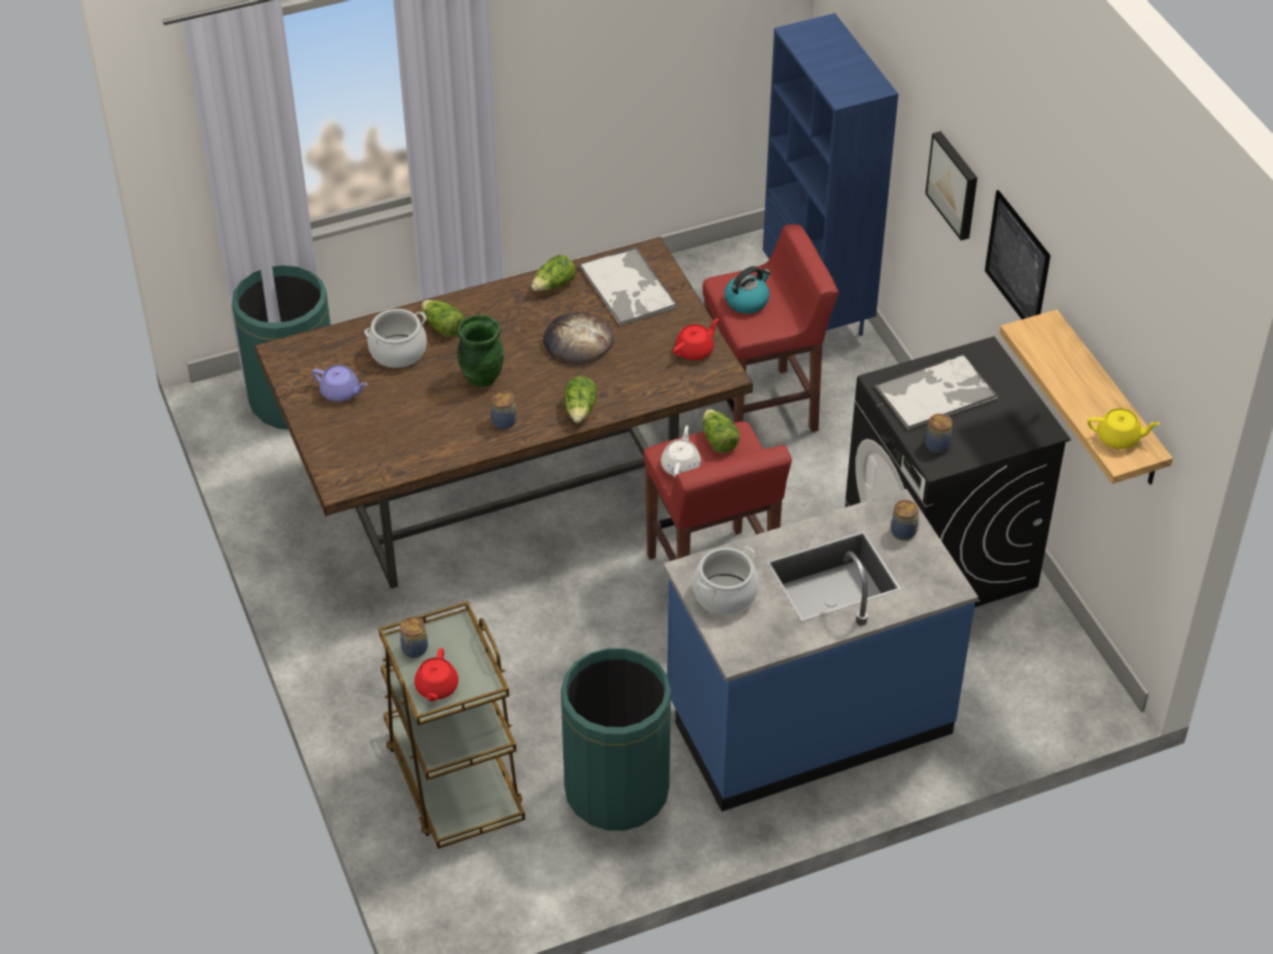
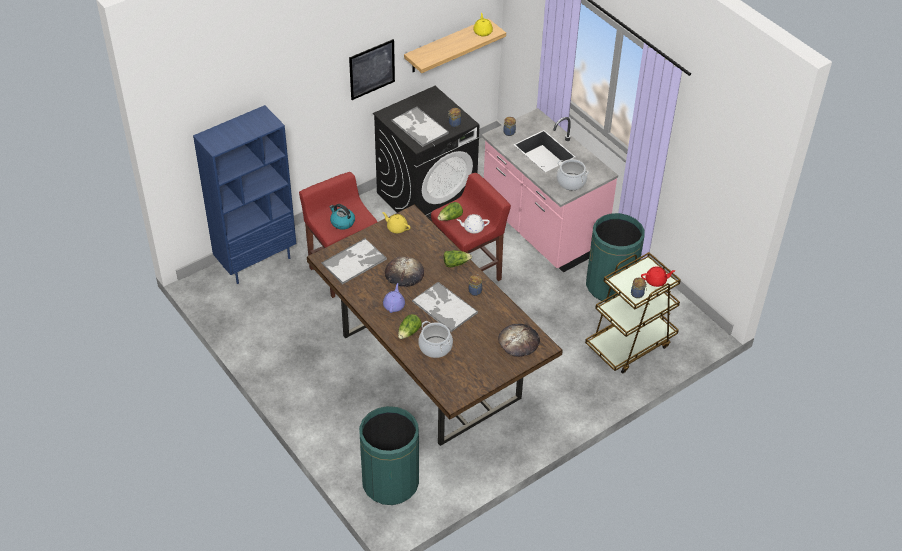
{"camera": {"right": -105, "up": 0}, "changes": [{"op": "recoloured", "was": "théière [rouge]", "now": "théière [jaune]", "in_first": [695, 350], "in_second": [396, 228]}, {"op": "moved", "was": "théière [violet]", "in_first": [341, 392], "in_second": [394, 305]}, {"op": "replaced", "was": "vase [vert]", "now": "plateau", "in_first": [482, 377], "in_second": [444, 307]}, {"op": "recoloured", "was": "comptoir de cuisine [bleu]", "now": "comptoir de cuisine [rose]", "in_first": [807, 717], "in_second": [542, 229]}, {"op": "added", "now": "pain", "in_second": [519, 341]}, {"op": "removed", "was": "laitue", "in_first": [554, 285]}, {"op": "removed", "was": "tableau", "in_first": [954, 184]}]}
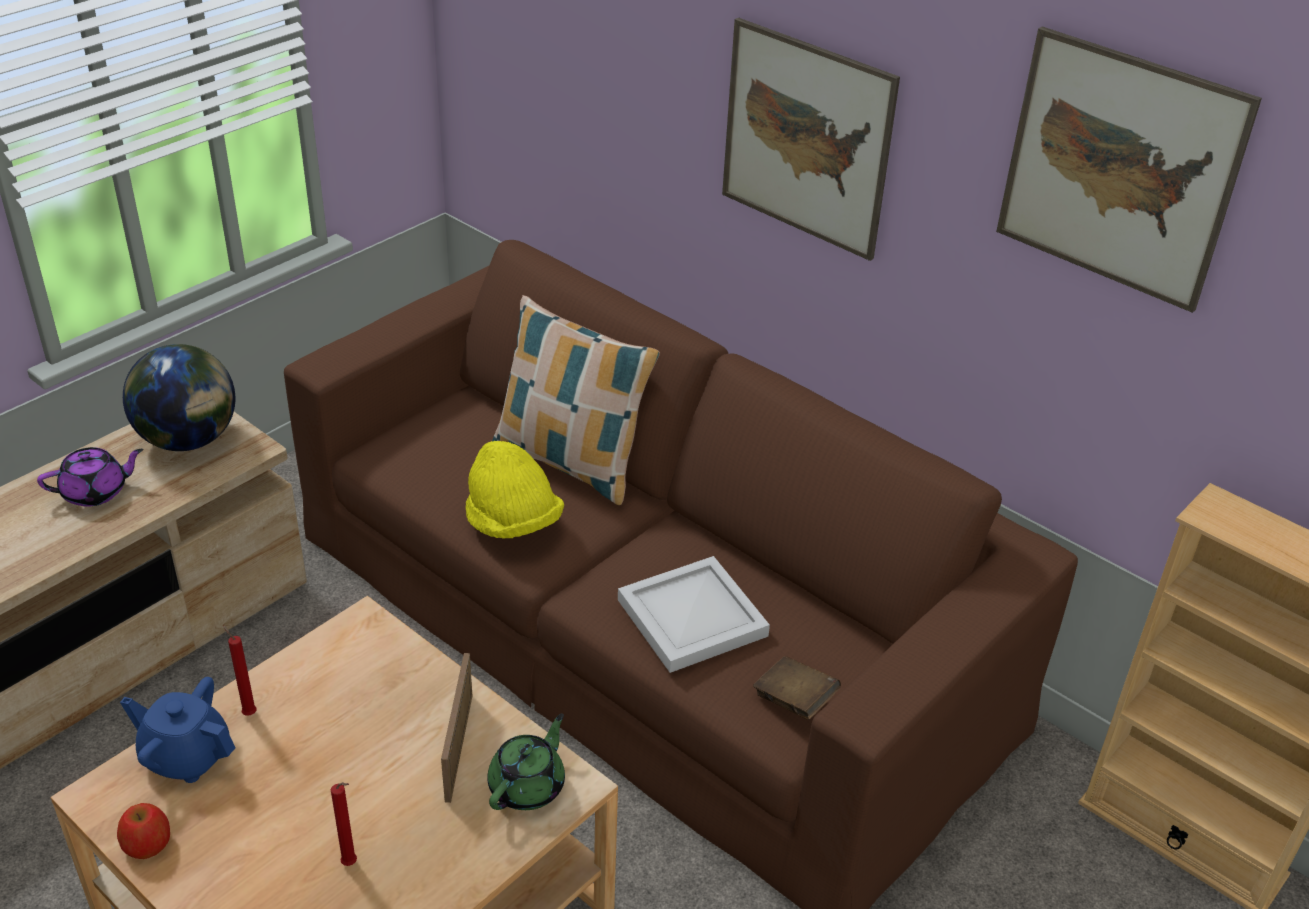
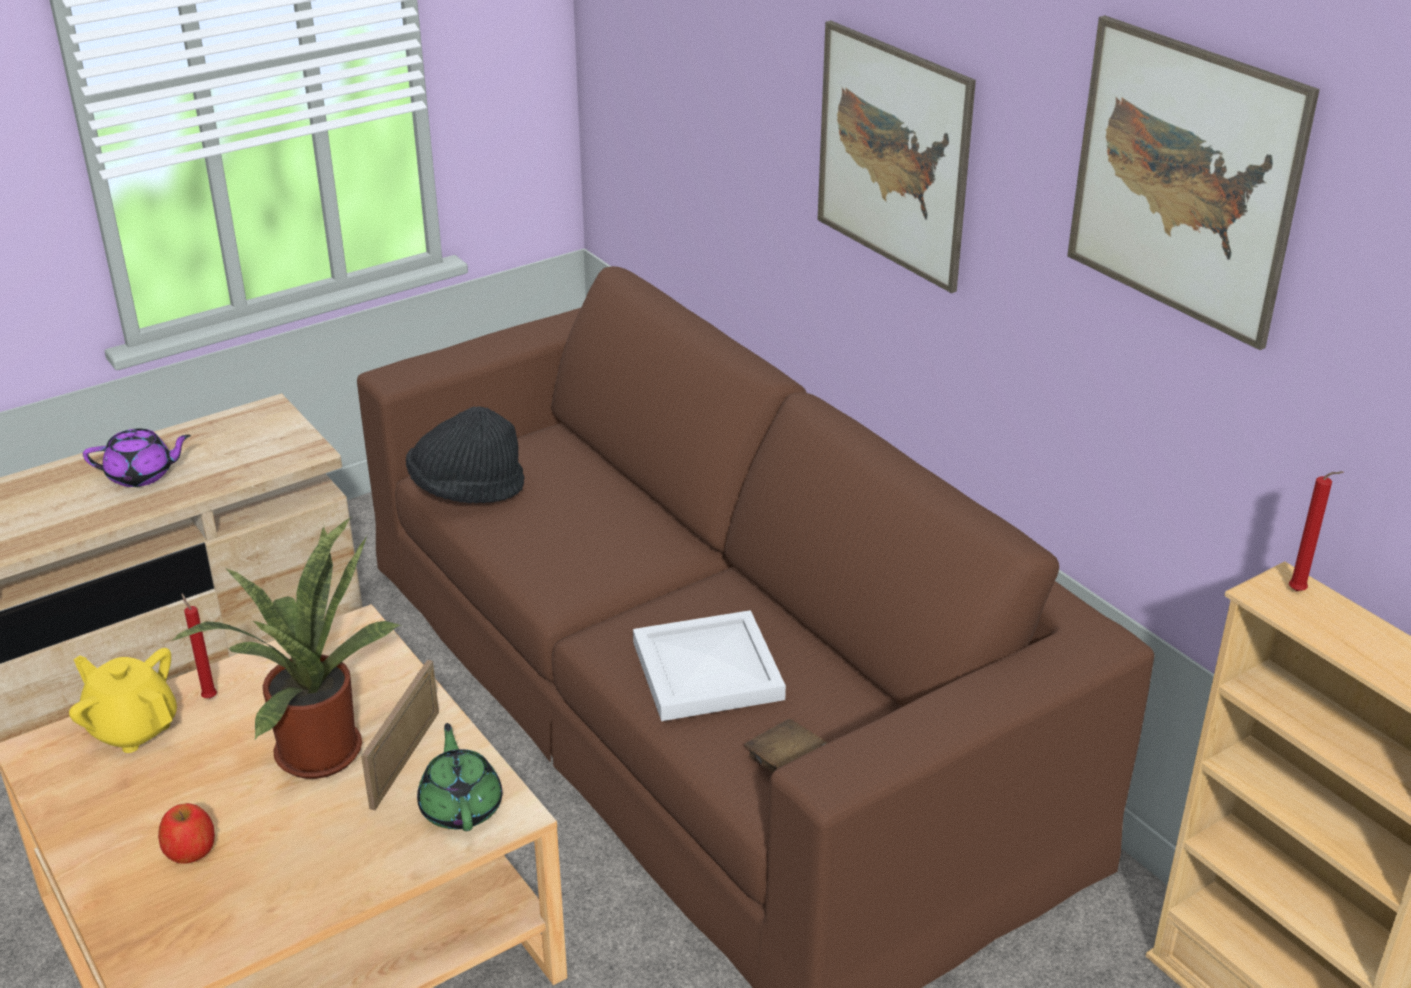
{"camera": {"right": 15, "up": -5}, "changes": [{"op": "recoloured", "was": "théière [bleu]", "now": "théière [jaune]", "in_first": [186, 756], "in_second": [133, 728]}, {"op": "moved", "was": "pomme", "in_first": [147, 843], "in_second": [190, 849]}, {"op": "added", "now": "plante en pot", "in_second": [314, 748]}, {"op": "added", "now": "chapeau [noir]", "in_second": [466, 489]}, {"op": "turned", "was": "théière [vert]", "in_first": [528, 786], "in_second": [461, 806], "clockwise": -60}, {"op": "moved", "was": "bougie [rouge]", "in_first": [351, 864], "in_second": [1299, 592]}, {"op": "removed", "was": "globe", "in_first": [189, 439]}, {"op": "removed", "was": "chapeau [jaune]", "in_first": [512, 522]}, {"op": "removed", "was": "coussin", "in_first": [570, 462]}]}
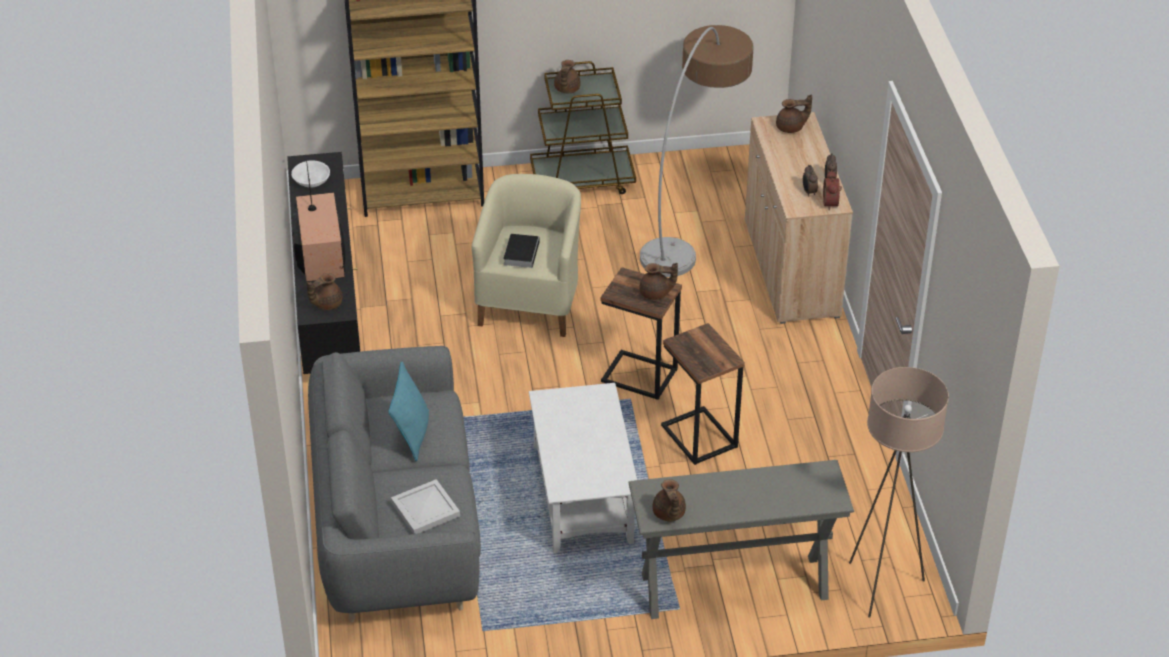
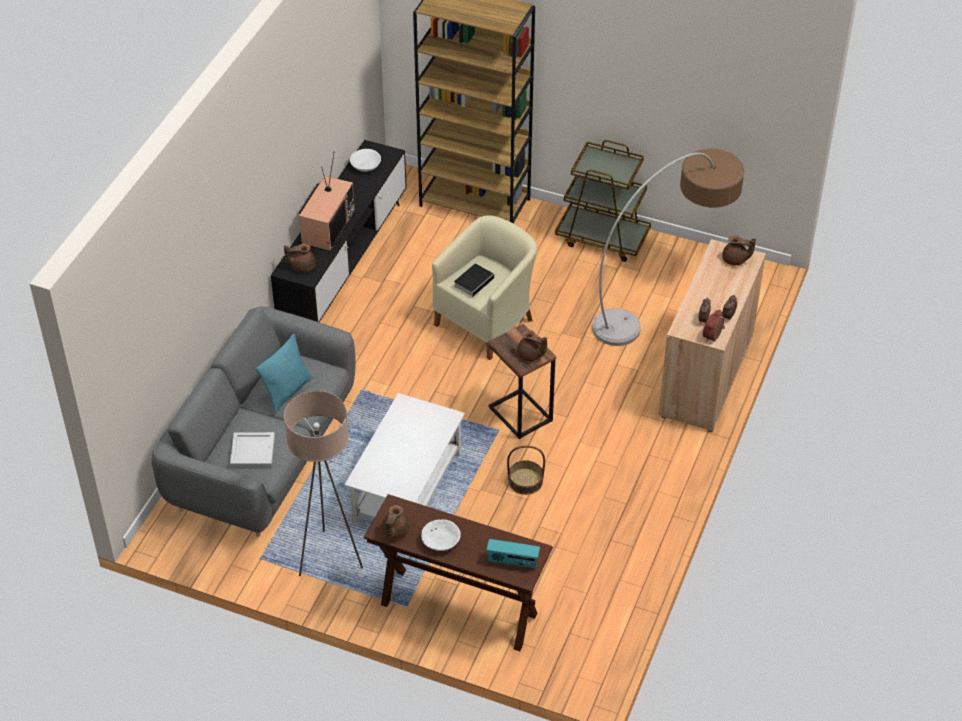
{"camera": {"right": 30, "up": 5}, "changes": [{"op": "moved", "was": "lampadaire [beige]", "in_first": [881, 586], "in_second": [329, 558]}, {"op": "recoloured", "was": "table console [gris]", "now": "table console [marron]", "in_first": [733, 586], "in_second": [458, 608]}, {"op": "added", "now": "bol [blanc]", "in_second": [441, 541]}, {"op": "added", "now": "radio", "in_second": [512, 562]}, {"op": "replaced", "was": "table d'appoint", "now": "panier", "in_first": [698, 437], "in_second": [525, 481]}, {"op": "removed", "was": "théière [marron]", "in_first": [566, 89]}]}
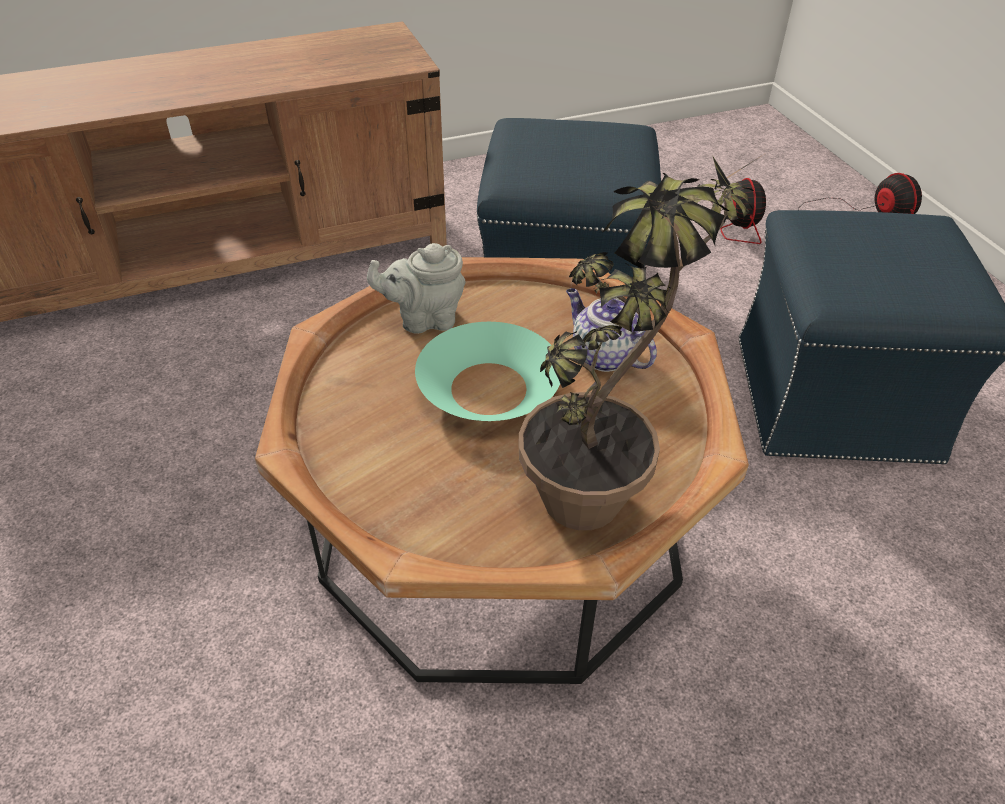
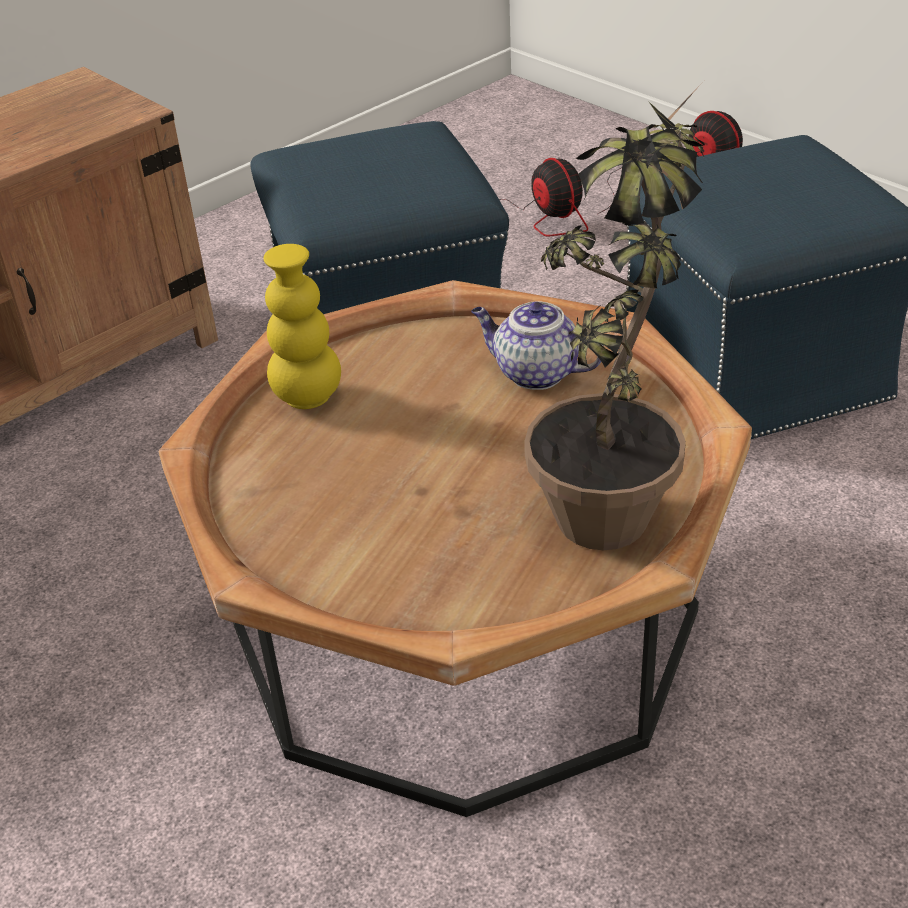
{"camera": {"right": -20, "up": -5}, "changes": [{"op": "replaced", "was": "théière [gris]", "now": "vase [jaune]", "in_first": [424, 319], "in_second": [308, 397]}, {"op": "removed", "was": "bol [turquoise]", "in_first": [488, 387]}]}
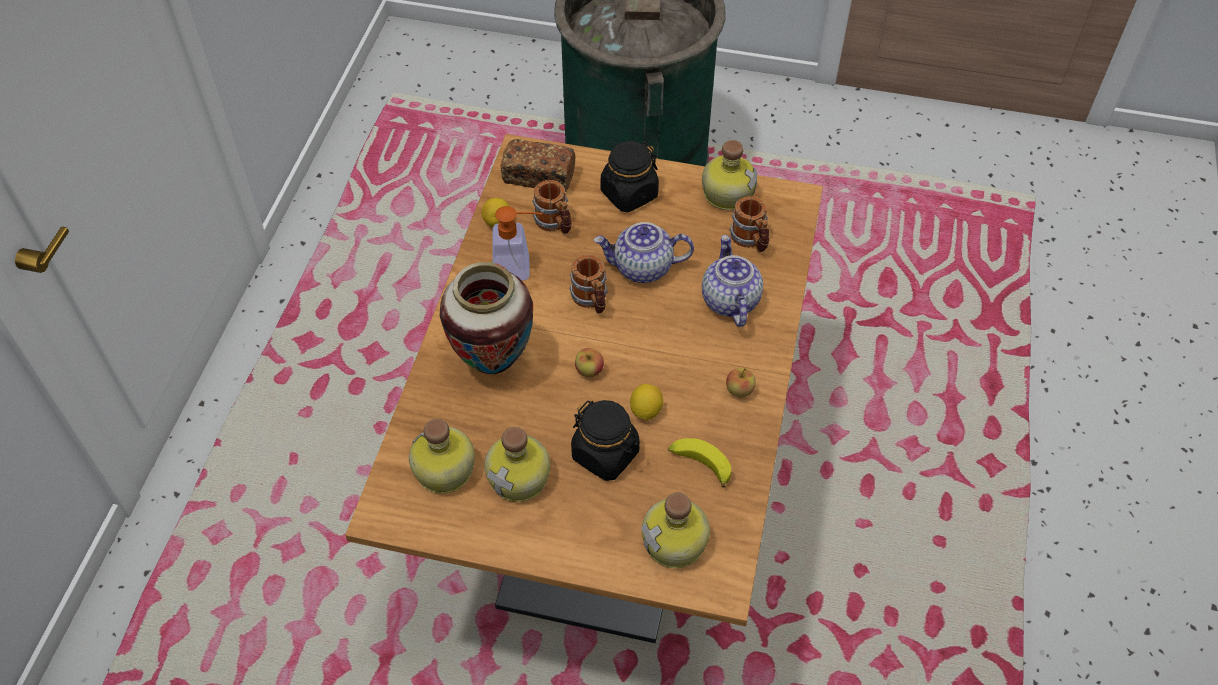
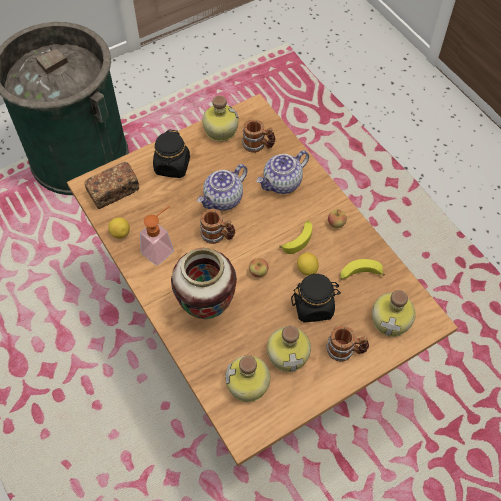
{"camera": {"right": -45, "up": 5}, "changes": [{"op": "turned", "was": "théière", "in_first": [729, 300], "in_second": [282, 183], "clockwise": -75}, {"op": "added", "now": "banane", "in_second": [298, 239]}, {"op": "moved", "was": "mug", "in_first": [555, 224], "in_second": [345, 350]}]}
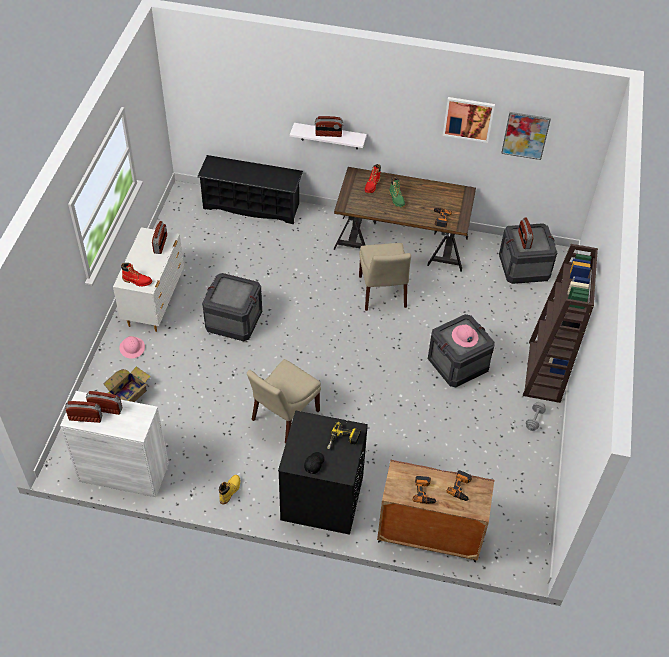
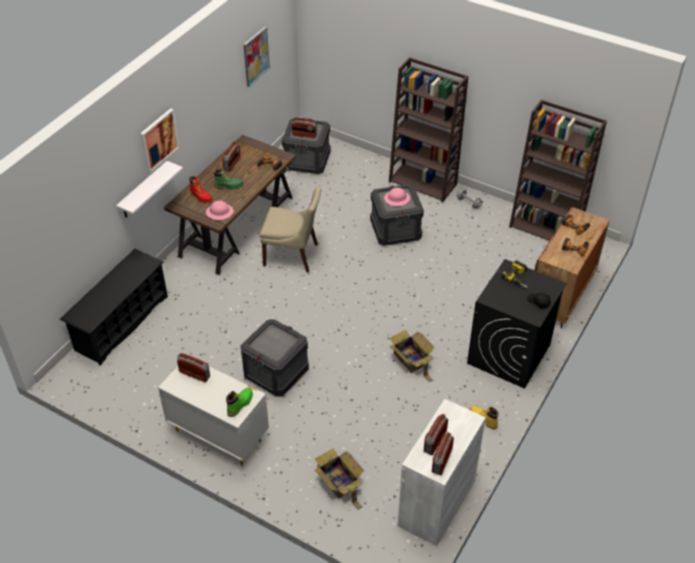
{"camera": {"right": -70, "up": -5}, "changes": [{"op": "moved", "was": "tableau", "in_first": [468, 119], "in_second": [159, 140]}, {"op": "moved", "was": "casque de chantier [rose]", "in_first": [132, 348], "in_second": [219, 212]}, {"op": "moved", "was": "radio", "in_first": [328, 134], "in_second": [232, 164]}, {"op": "recoloured", "was": "botte [rouge]", "now": "botte [vert]", "in_first": [137, 281], "in_second": [240, 404]}, {"op": "replaced", "was": "chaise [beige]", "now": "carton", "in_first": [283, 417], "in_second": [411, 360]}, {"op": "added", "now": "bibliothèque [marron]", "in_second": [546, 228]}]}
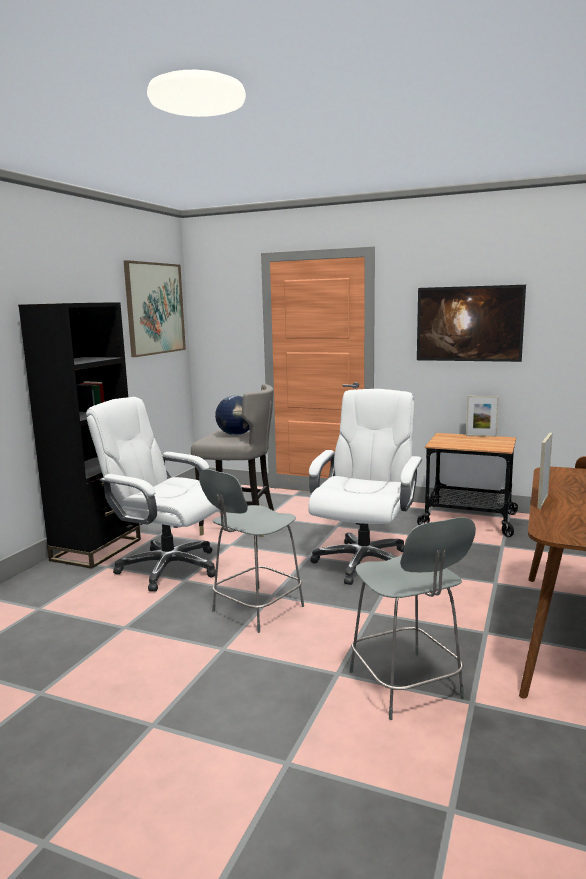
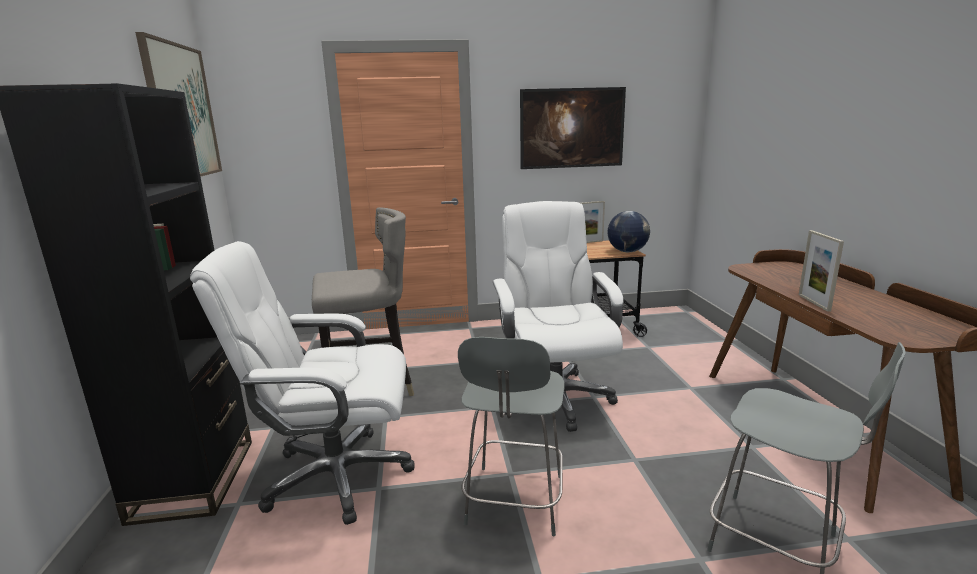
{"camera": {"right": -30, "up": 5}, "changes": [{"op": "moved", "was": "globe", "in_first": [236, 434], "in_second": [627, 251]}]}
